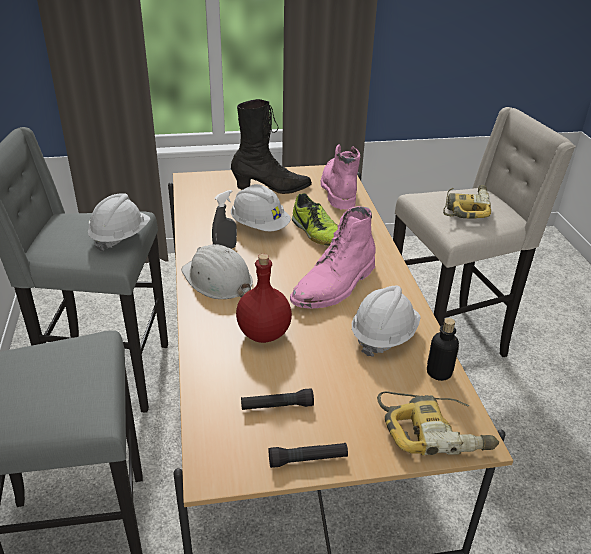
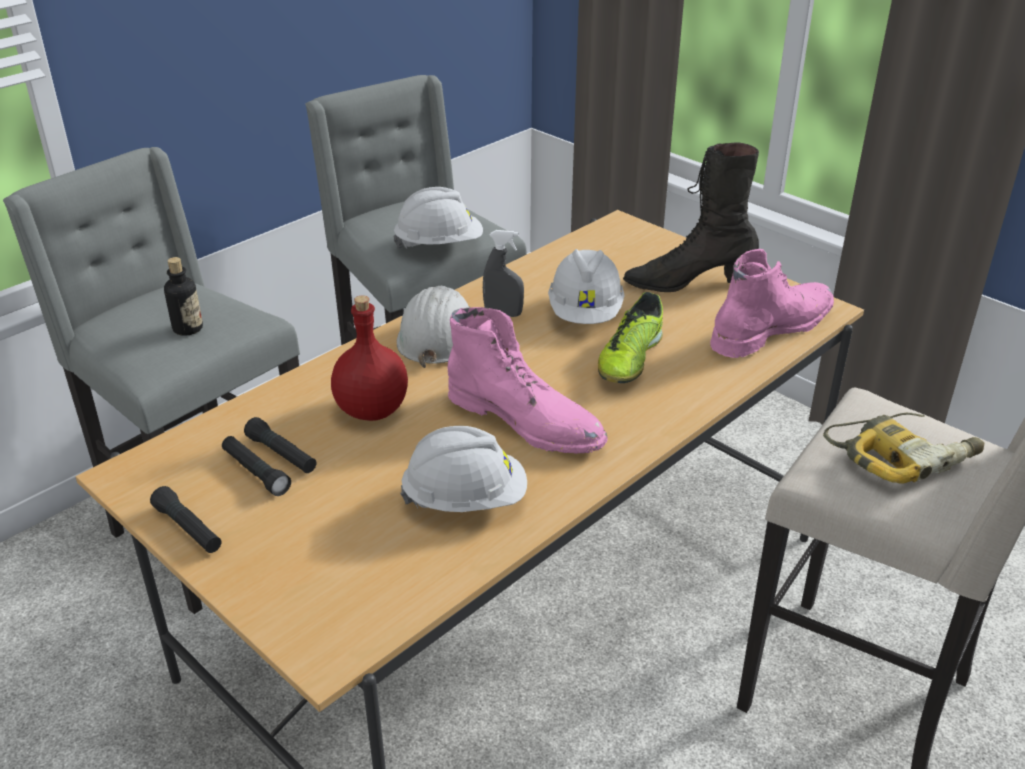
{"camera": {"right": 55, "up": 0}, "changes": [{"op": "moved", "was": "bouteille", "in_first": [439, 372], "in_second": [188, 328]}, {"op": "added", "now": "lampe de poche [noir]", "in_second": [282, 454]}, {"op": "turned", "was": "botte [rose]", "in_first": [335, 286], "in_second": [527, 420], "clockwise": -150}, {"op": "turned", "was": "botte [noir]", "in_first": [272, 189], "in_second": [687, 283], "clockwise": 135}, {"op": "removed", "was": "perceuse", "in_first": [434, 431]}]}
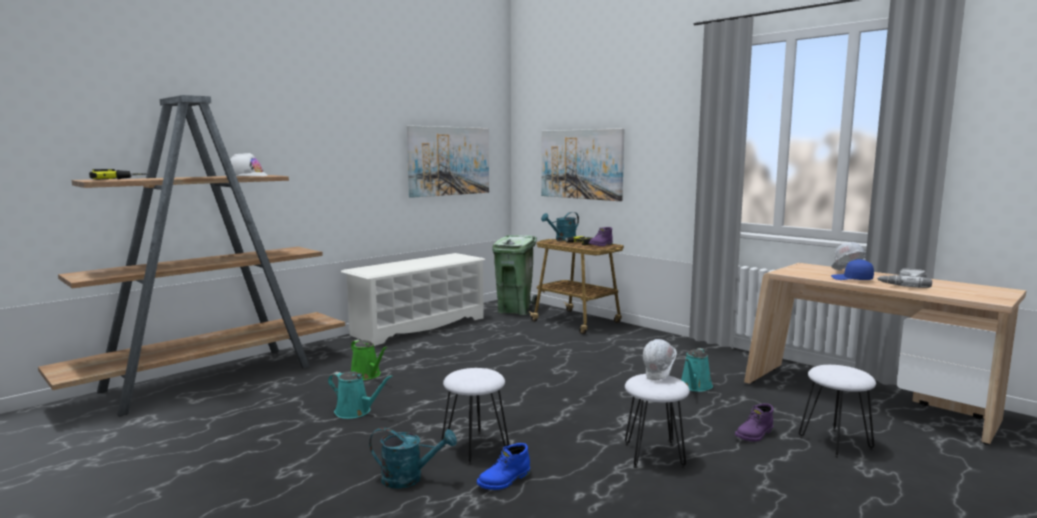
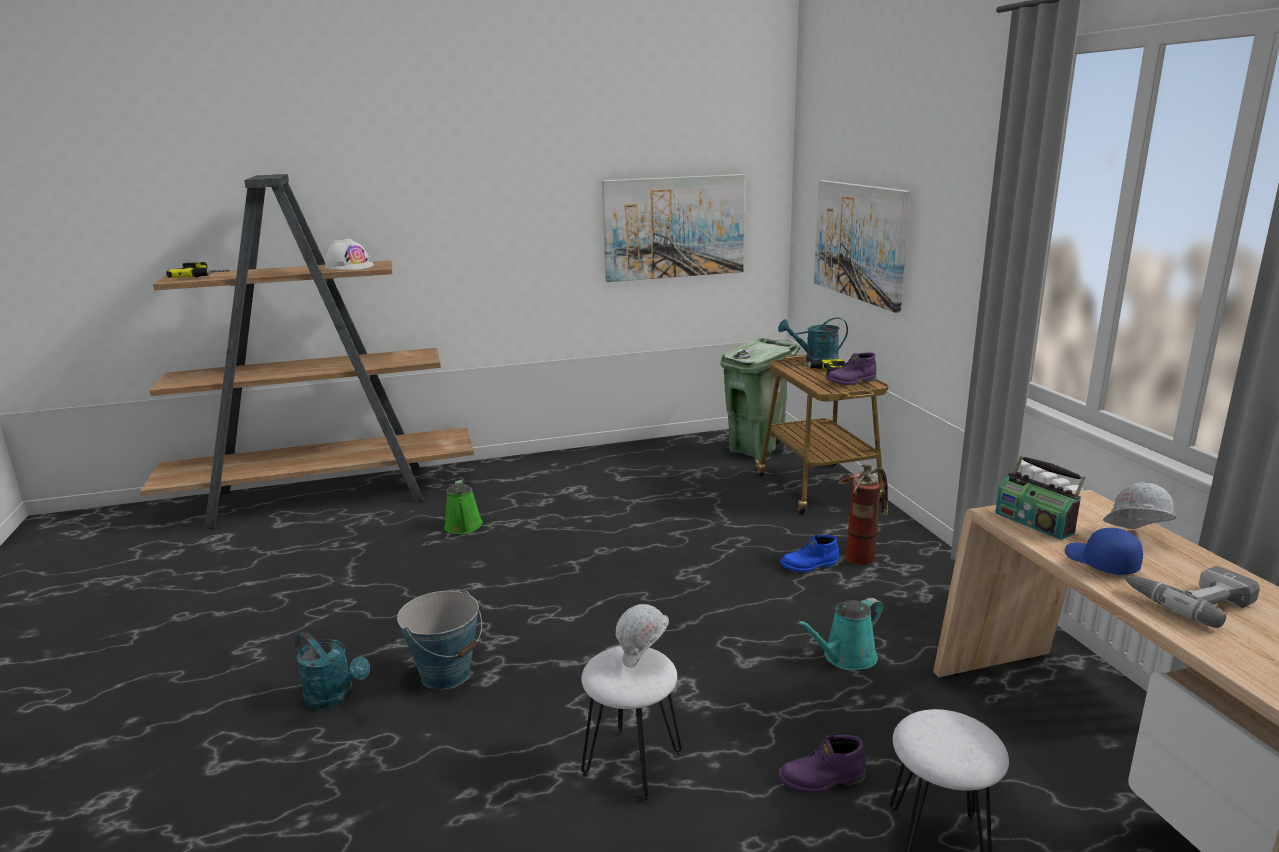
{"camera": {"right": 30, "up": 10}, "changes": [{"op": "replaced", "was": "tabouret [blanc]", "now": "seau", "in_first": [474, 447], "in_second": [446, 674]}, {"op": "moved", "was": "botte [bleu]", "in_first": [504, 481], "in_second": [809, 566]}, {"op": "added", "now": "extincteur", "in_second": [862, 553]}, {"op": "added", "now": "radio", "in_second": [1035, 522]}, {"op": "removed", "was": "arrosoir [turquoise]", "in_first": [355, 412]}, {"op": "removed", "was": "étagère à chaussures [blanc]", "in_first": [418, 326]}]}
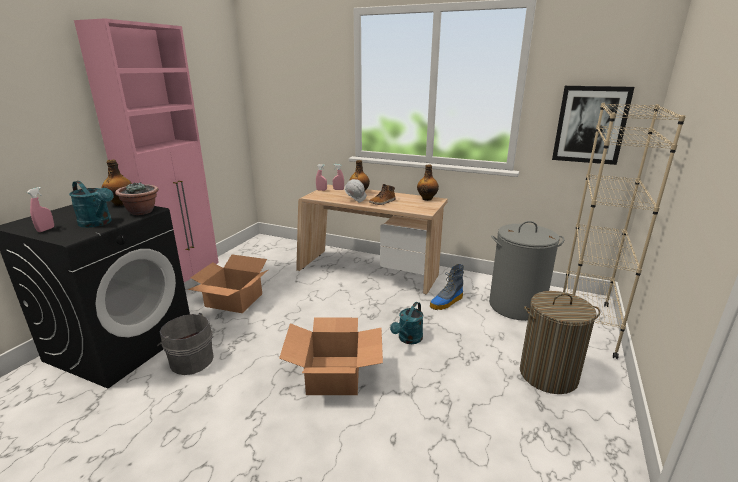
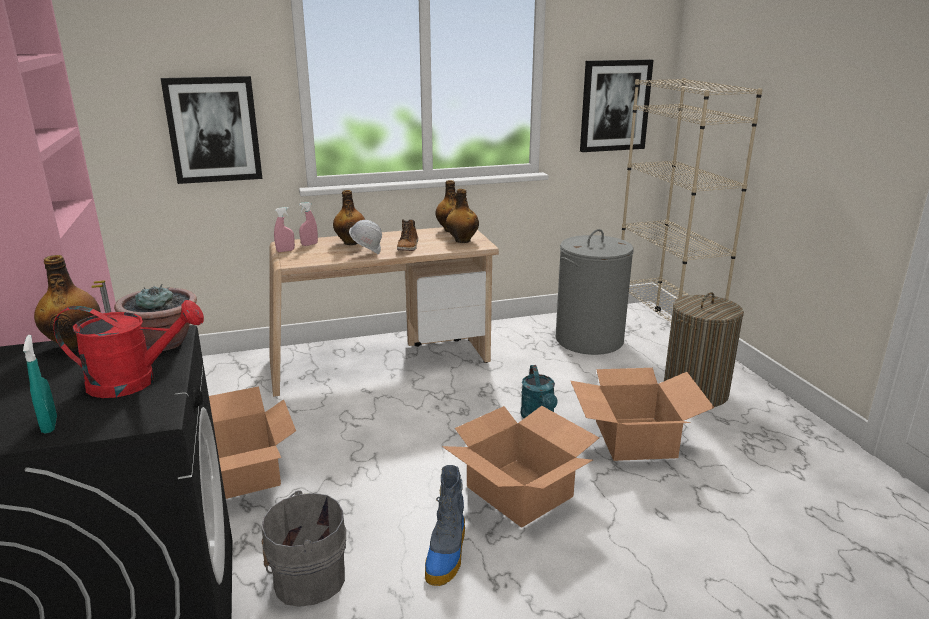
{"camera": {"right": -40, "up": 0}, "changes": [{"op": "recoloured", "was": "vaporisateur [rose]", "now": "vaporisateur [turquoise]", "in_first": [46, 229], "in_second": [49, 425]}, {"op": "recoloured", "was": "arrosoir [turquoise]", "now": "arrosoir [rouge]", "in_first": [98, 223], "in_second": [135, 382]}, {"op": "added", "now": "tableau", "in_second": [213, 130]}, {"op": "moved", "was": "botte", "in_first": [446, 302], "in_second": [446, 554]}, {"op": "added", "now": "bouteille", "in_second": [462, 240]}, {"op": "added", "now": "carton", "in_second": [634, 439]}]}
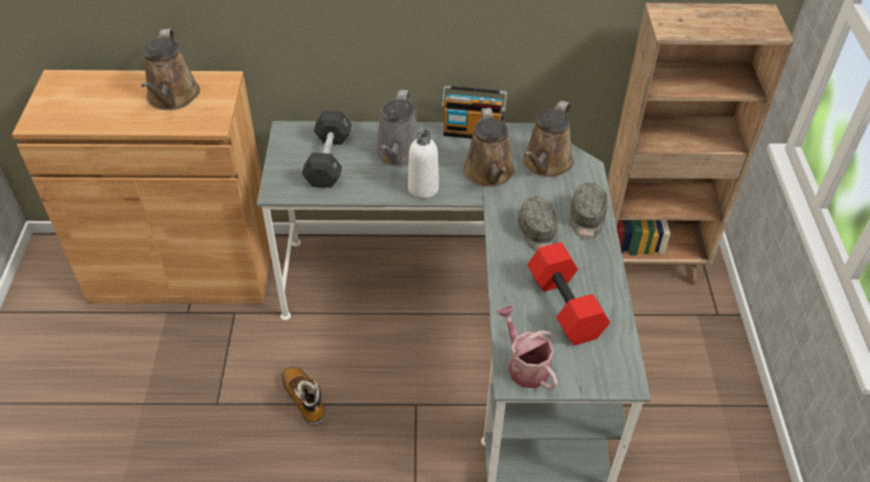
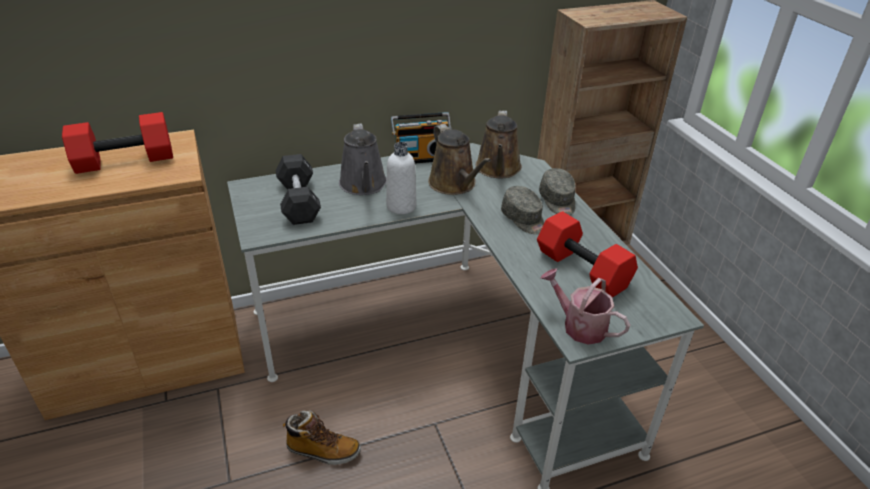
{"camera": {"right": -20, "up": -10}, "changes": [{"op": "replaced", "was": "arrosoir [marron]", "now": "haltère [rouge]", "in_first": [172, 97], "in_second": [126, 159]}, {"op": "turned", "was": "botte", "in_first": [304, 399], "in_second": [323, 450], "clockwise": 150}]}
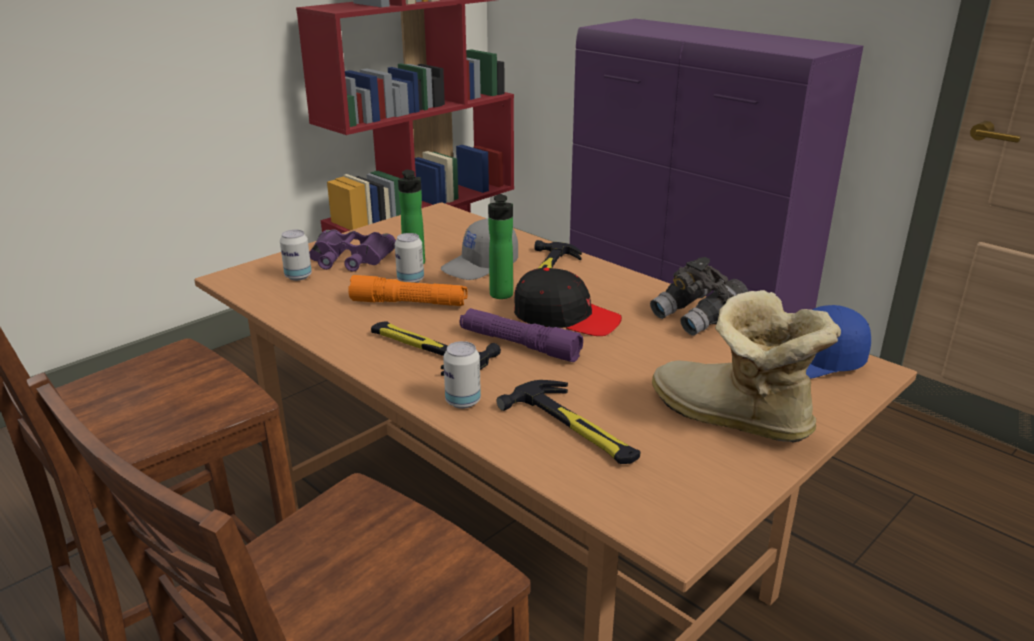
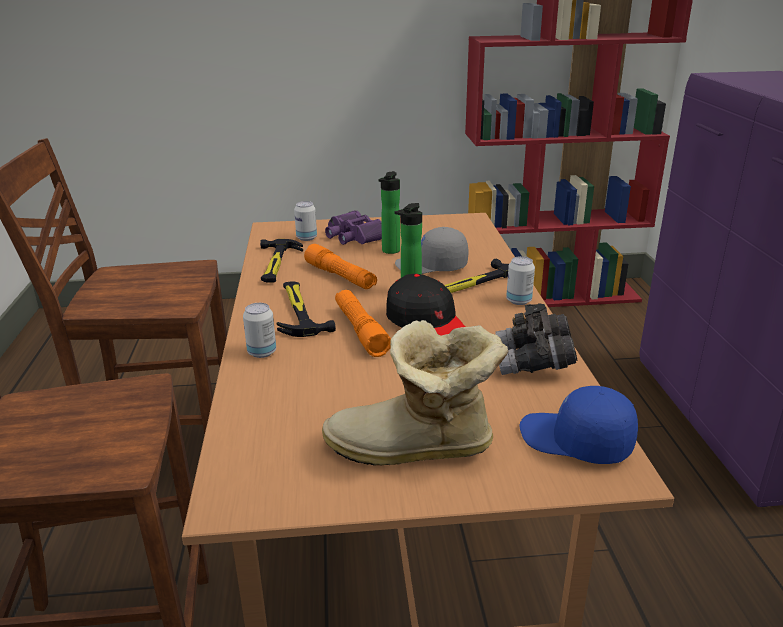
{"camera": {"right": 40, "up": 0}, "changes": [{"op": "moved", "was": "marteau", "in_first": [574, 428], "in_second": [276, 264]}, {"op": "turned", "was": "botte", "in_first": [731, 420], "in_second": [413, 451], "clockwise": -75}, {"op": "recoloured", "was": "lampe de poche [violet]", "now": "lampe de poche [orange]", "in_first": [519, 345], "in_second": [360, 330]}, {"op": "moved", "was": "boîte métallique", "in_first": [410, 280], "in_second": [518, 301]}]}
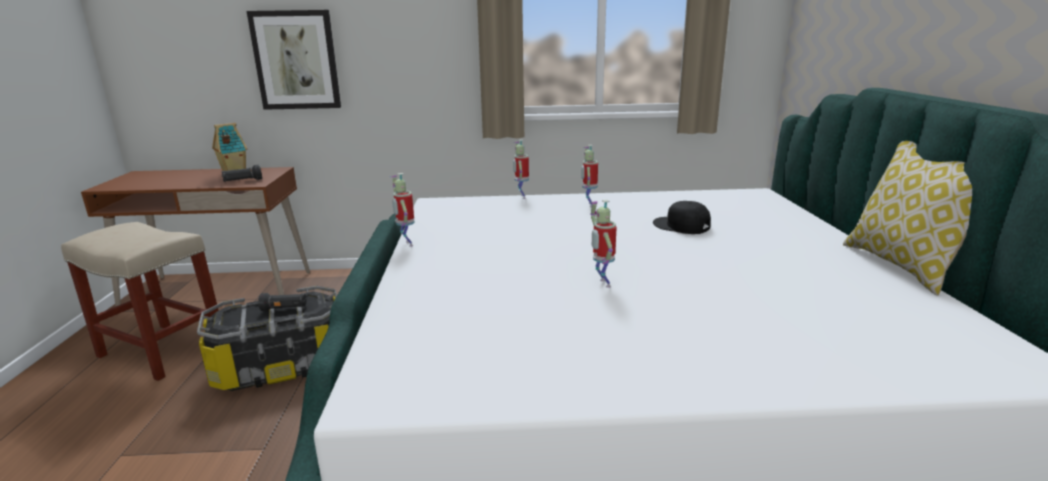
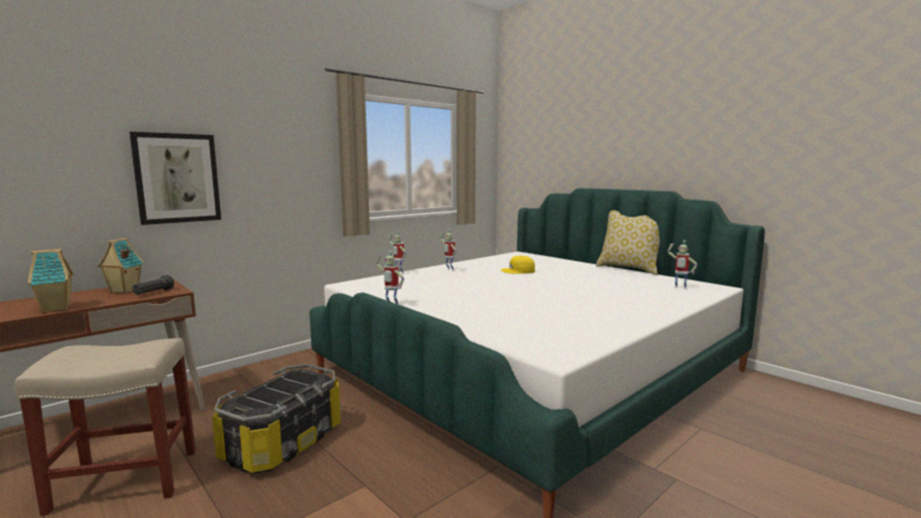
{"camera": {"right": -40, "up": -10}, "changes": [{"op": "added", "now": "maison miniature", "in_second": [57, 308]}, {"op": "recoloured", "was": "casquette [noir]", "now": "casquette [jaune]", "in_first": [681, 226], "in_second": [518, 271]}, {"op": "moved", "was": "robot jouet", "in_first": [602, 283], "in_second": [679, 288]}, {"op": "removed", "was": "lampe de poche [noir]", "in_first": [284, 309]}]}
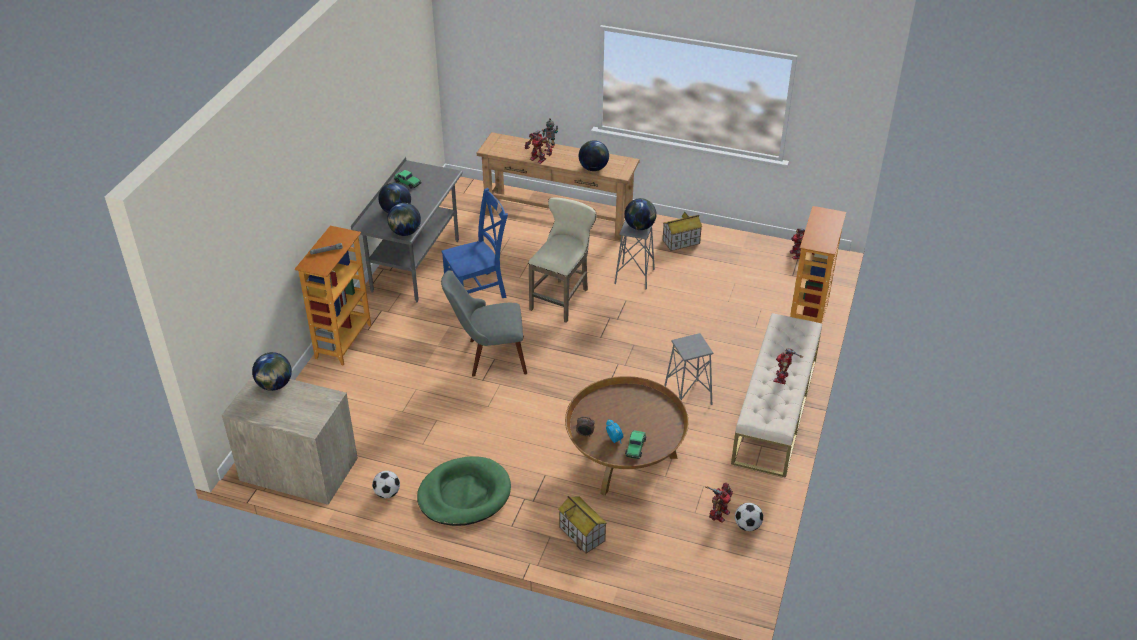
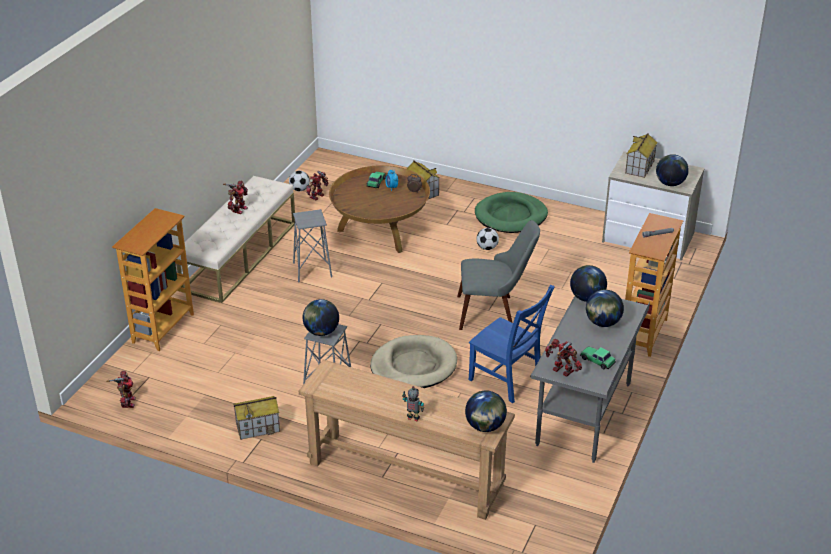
{"camera": {"right": -175, "up": -5}, "changes": [{"op": "replaced", "was": "tabouret [beige]", "now": "panier pour chien [beige]", "in_first": [562, 298], "in_second": [413, 366]}, {"op": "moved", "was": "globe", "in_first": [593, 168], "in_second": [485, 426]}, {"op": "turned", "was": "chaise [bleu]", "in_first": [478, 290], "in_second": [507, 380], "clockwise": -120}, {"op": "moved", "was": "ballon de foot", "in_first": [387, 493], "in_second": [487, 248]}, {"op": "moved", "was": "robot jouet", "in_first": [538, 158], "in_second": [562, 371]}, {"op": "added", "now": "maison miniature", "in_second": [639, 167]}]}
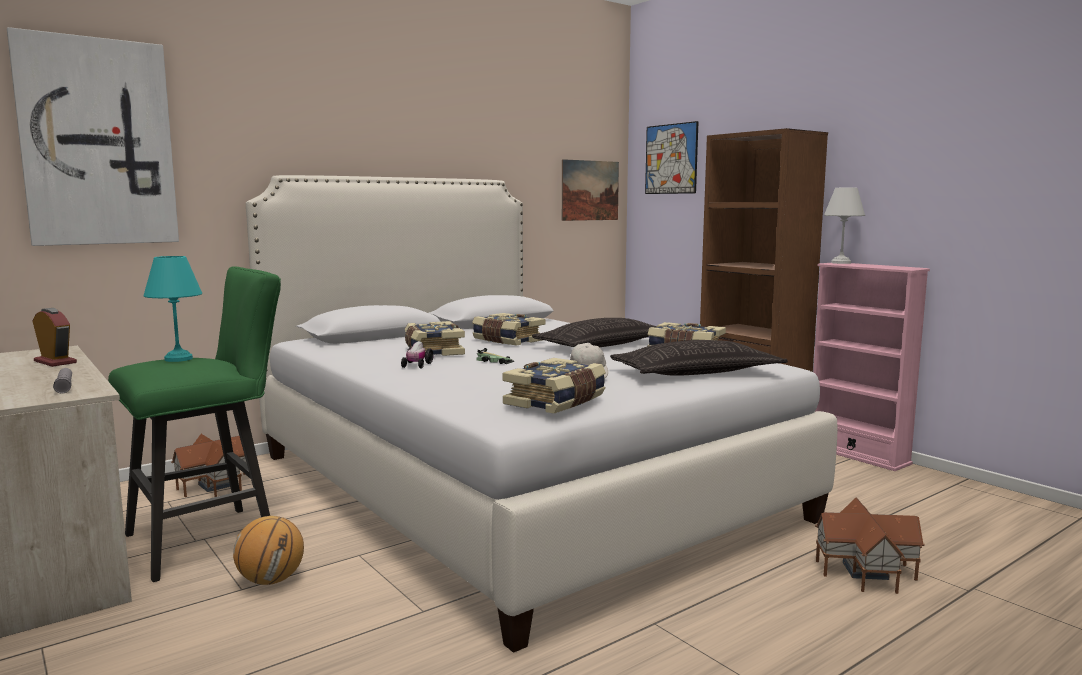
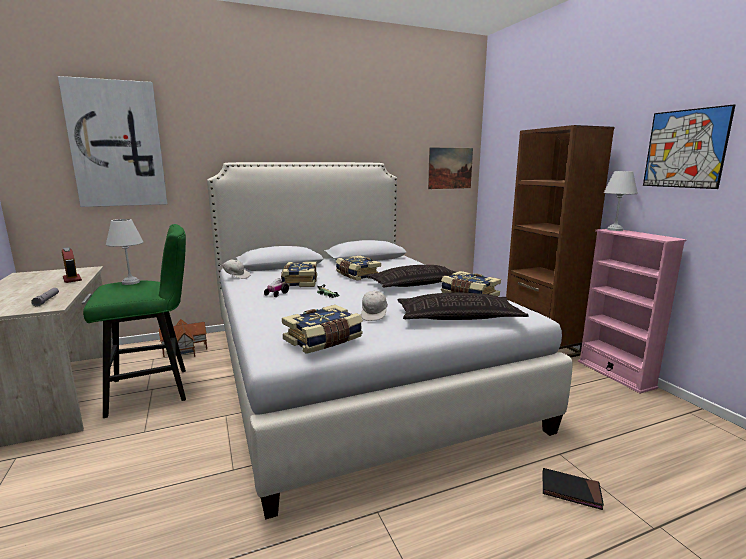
{"camera": {"right": 15, "up": 5}, "changes": [{"op": "recoloured", "was": "lampe de table [turquoise]", "now": "lampe de table [blanc]", "in_first": [177, 359], "in_second": [130, 282]}, {"op": "added", "now": "casquette [blanc]", "in_second": [236, 276]}, {"op": "replaced", "was": "maison miniature", "now": "livre [noir]", "in_first": [867, 571], "in_second": [570, 491]}, {"op": "moved", "was": "tableau", "in_first": [671, 159], "in_second": [685, 149]}, {"op": "removed", "was": "ballon de basket", "in_first": [271, 580]}]}
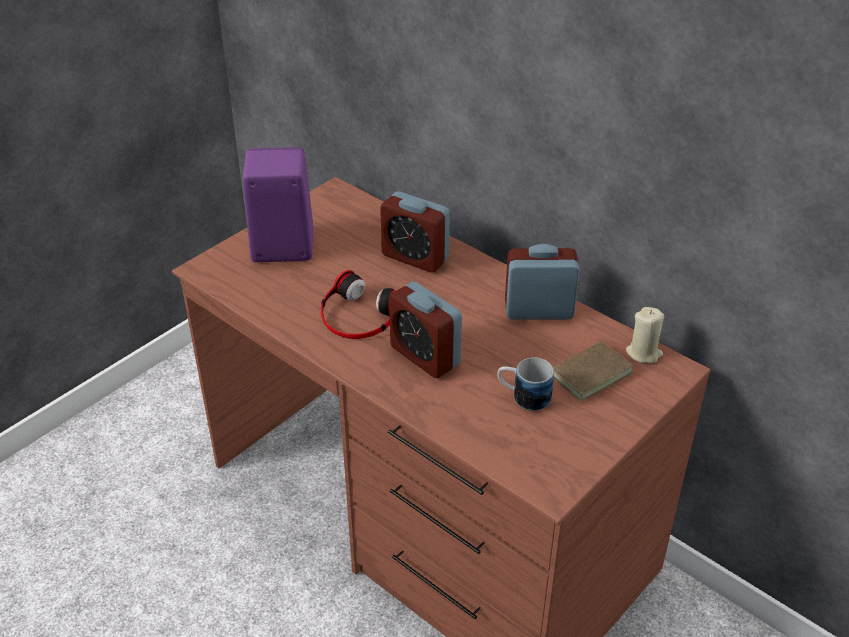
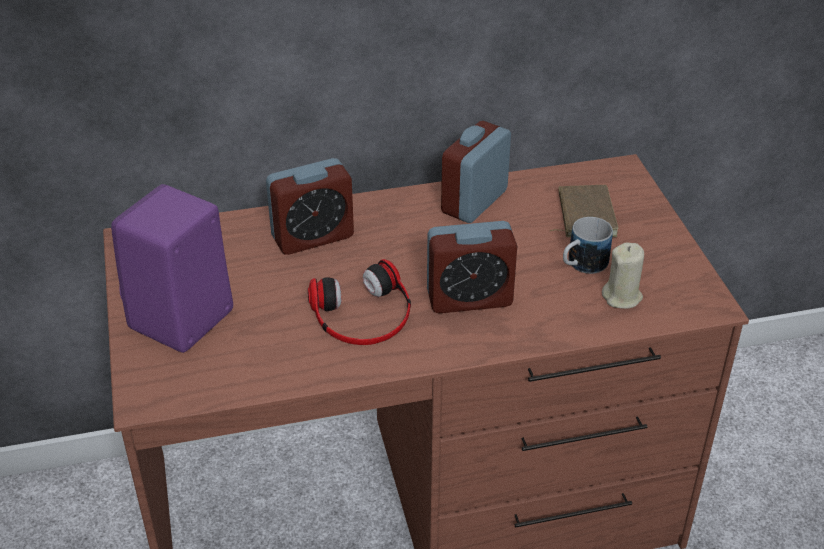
{"camera": {"right": -55, "up": 0}, "changes": [{"op": "moved", "was": "bougie [beige]", "in_first": [644, 353], "in_second": [622, 297]}]}
